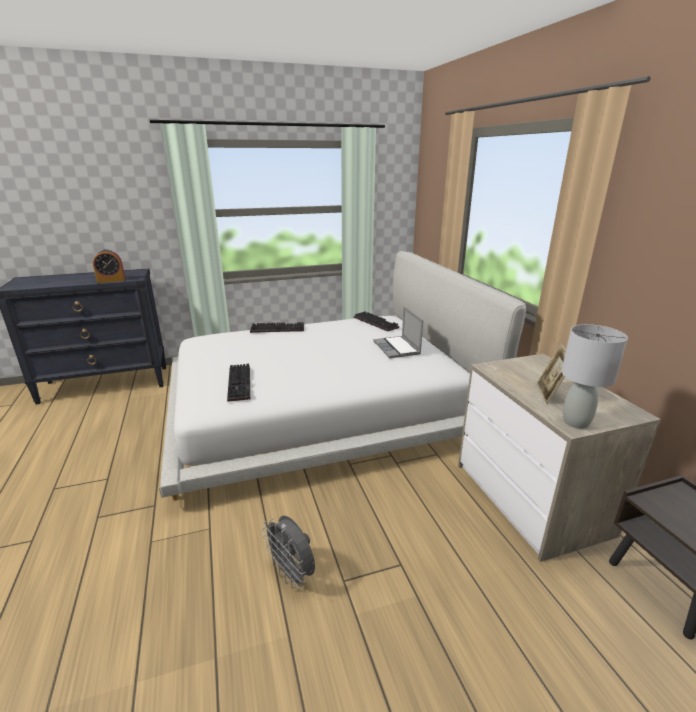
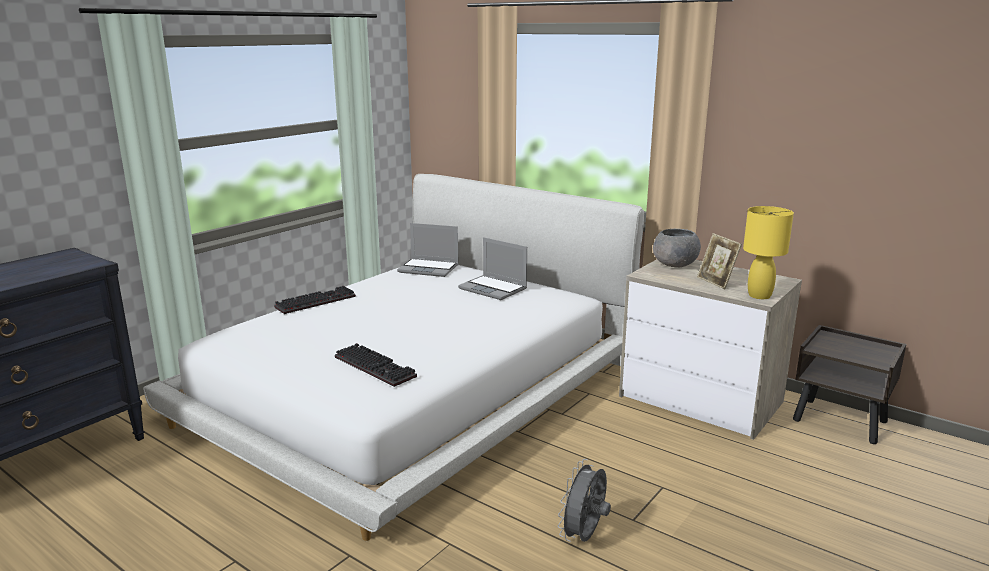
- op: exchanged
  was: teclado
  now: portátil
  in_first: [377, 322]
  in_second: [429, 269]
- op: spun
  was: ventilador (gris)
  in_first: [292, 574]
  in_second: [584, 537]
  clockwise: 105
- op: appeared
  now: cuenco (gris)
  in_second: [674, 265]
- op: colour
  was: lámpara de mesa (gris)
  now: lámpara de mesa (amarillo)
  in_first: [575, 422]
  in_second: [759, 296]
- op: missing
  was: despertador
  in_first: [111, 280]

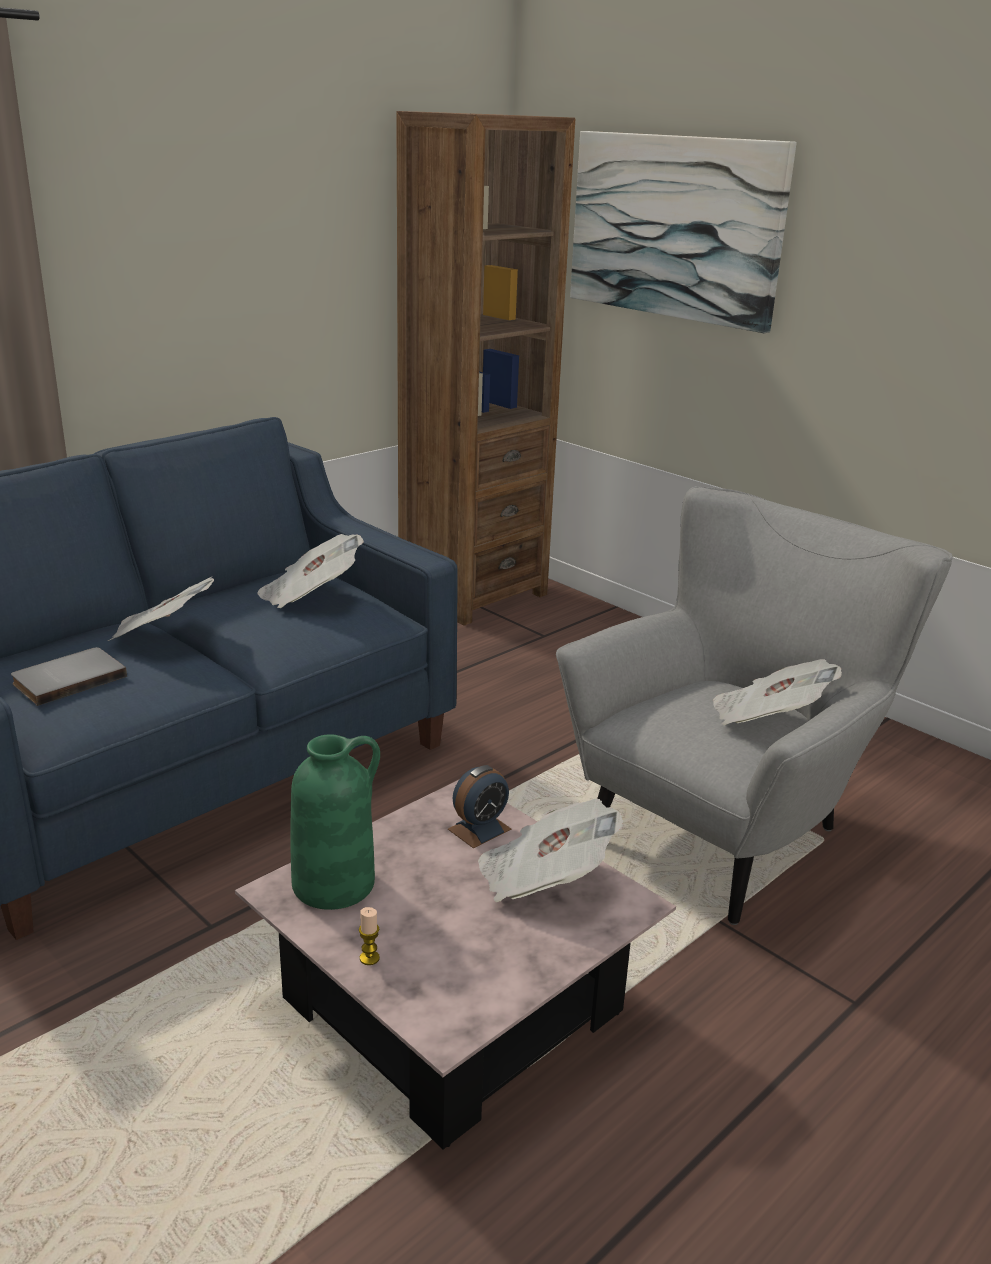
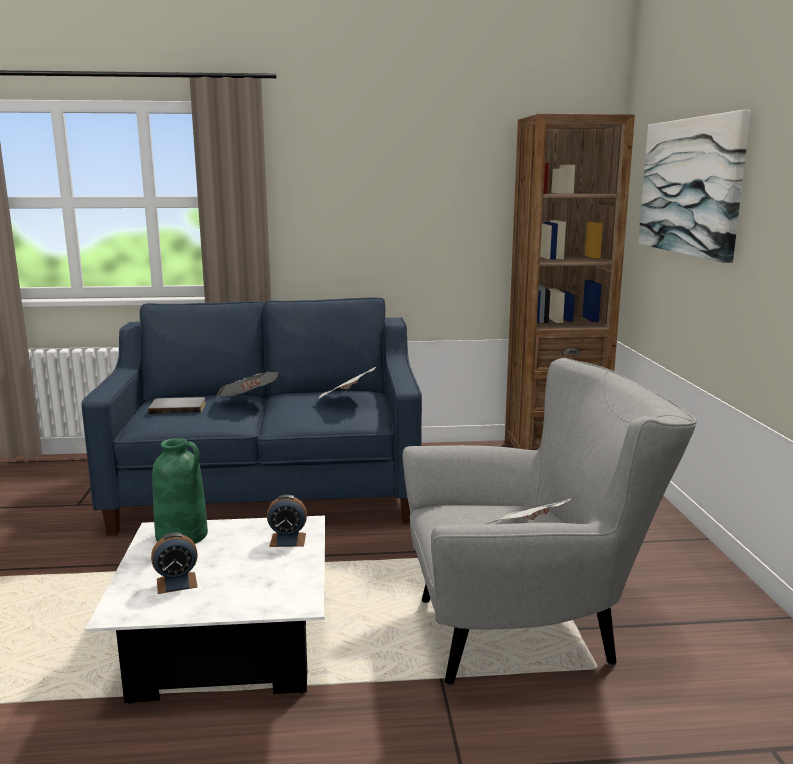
- op: colour
  was: mesa de centro (rosa)
  now: mesa de centro (blanco)
  in_first: [453, 1005]
  in_second: [227, 644]
- op: appeared
  now: despertador
  in_second: [176, 583]
- op: missing
  was: vela
  in_first: [369, 958]
- op: missing
  was: periódico
  in_first: [544, 879]

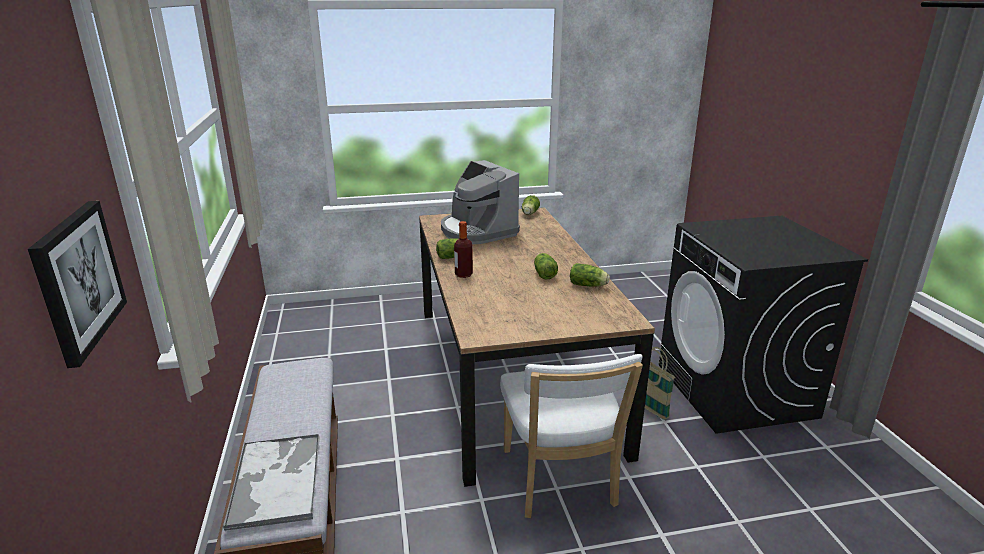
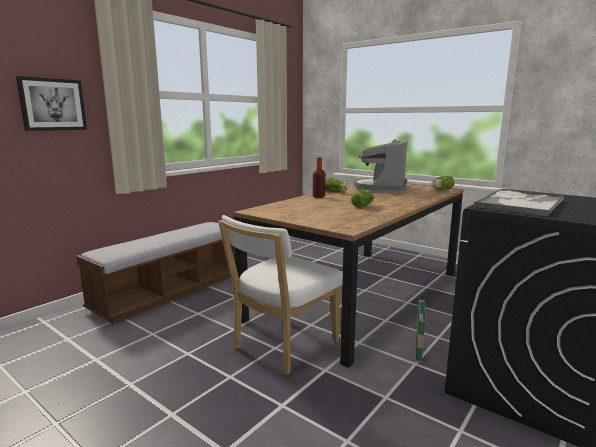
- op: relocated
  was: bandeja
  in_first: [276, 480]
  in_second: [520, 203]
- op: missing
  was: lechuga
  in_first: [589, 285]

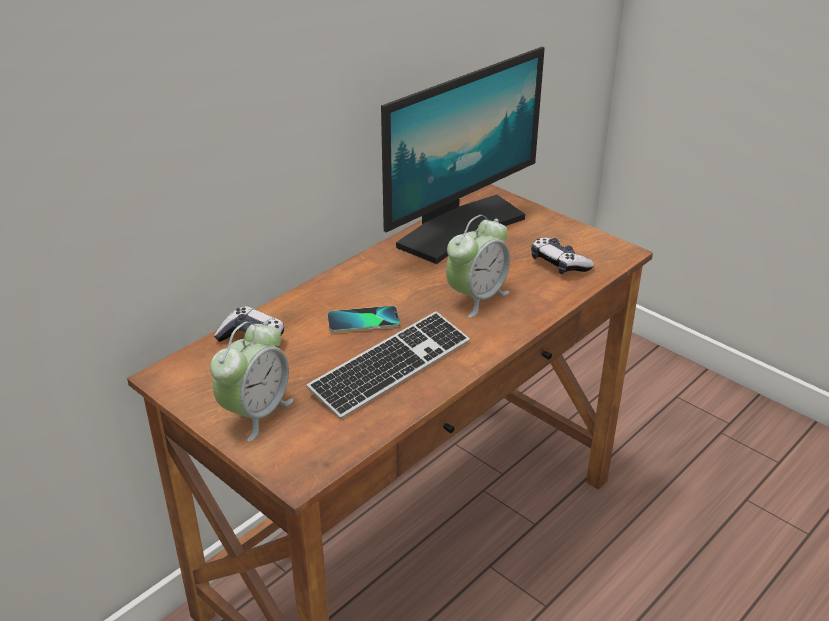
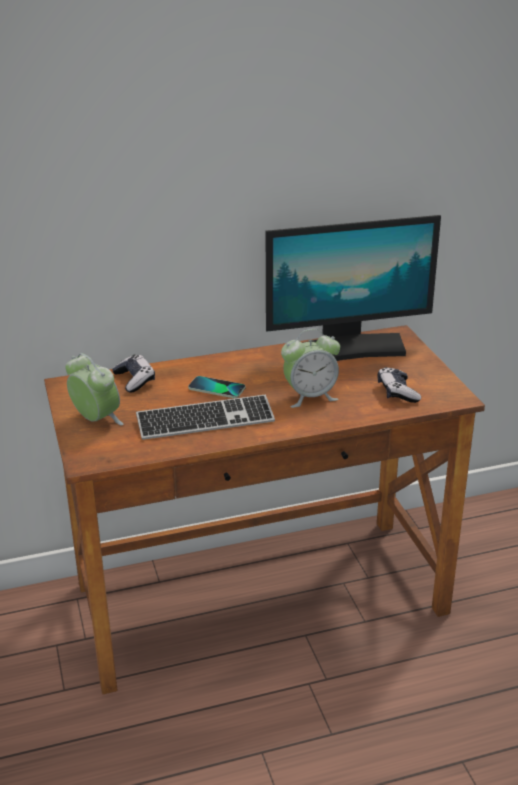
- op: spun
  was: despertador
  in_first: [256, 413]
  in_second: [96, 420]
  clockwise: -105

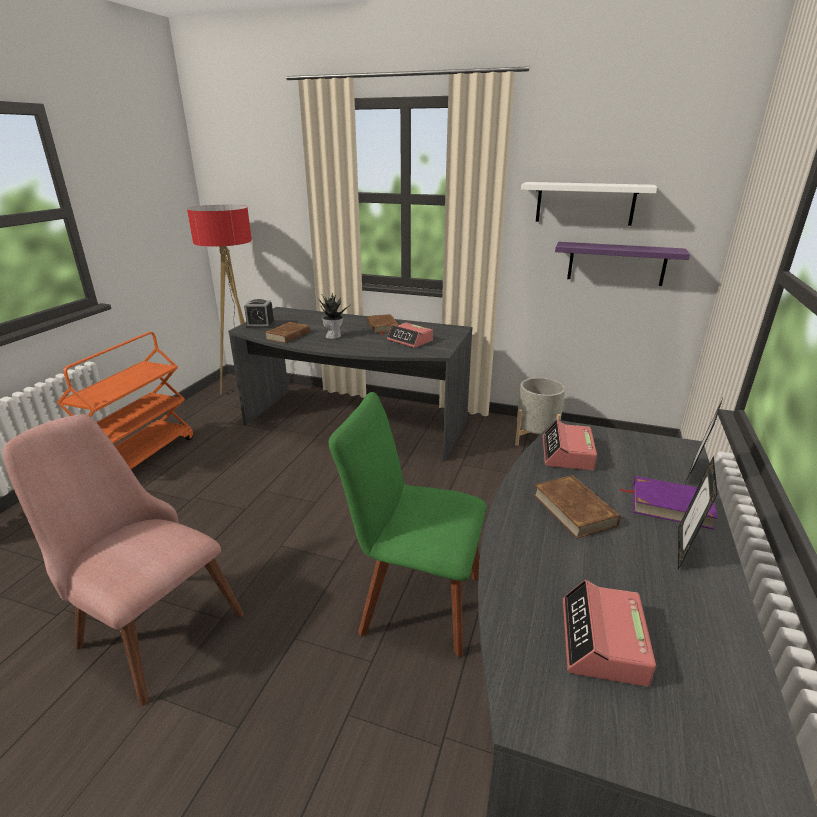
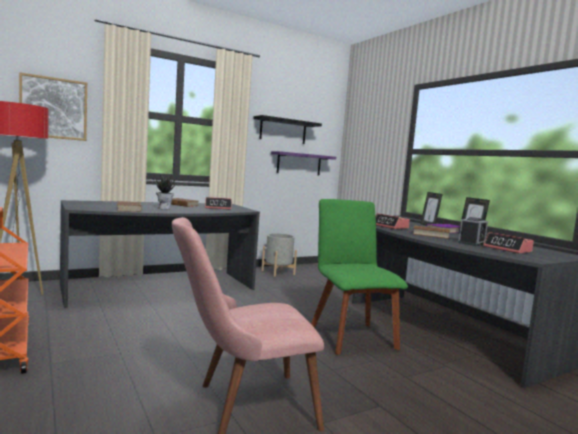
- op: appeared
  now: cuadro
  in_second: [54, 108]
- op: colour
  was: estante (blanco)
  now: estante (negro)
  in_first: [585, 203]
  in_second: [283, 131]
- op: spun
  was: silla (verde)
  in_first: [415, 601]
  in_second: [351, 336]
  clockwise: 105
- op: relocated
  was: despertador
  in_first: [260, 325]
  in_second: [471, 243]

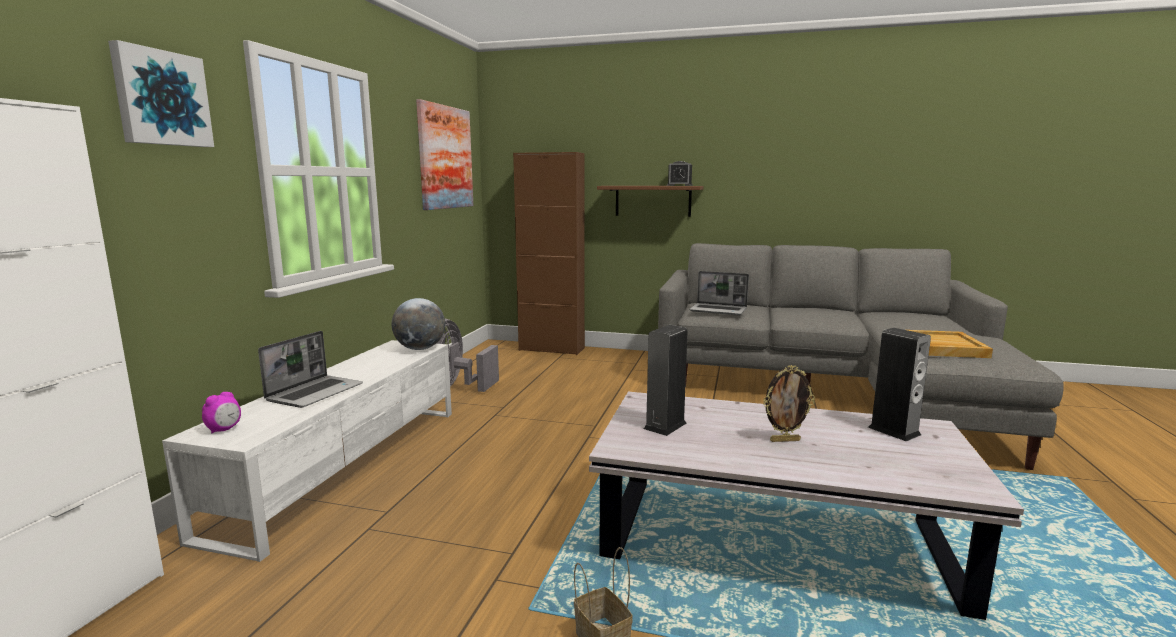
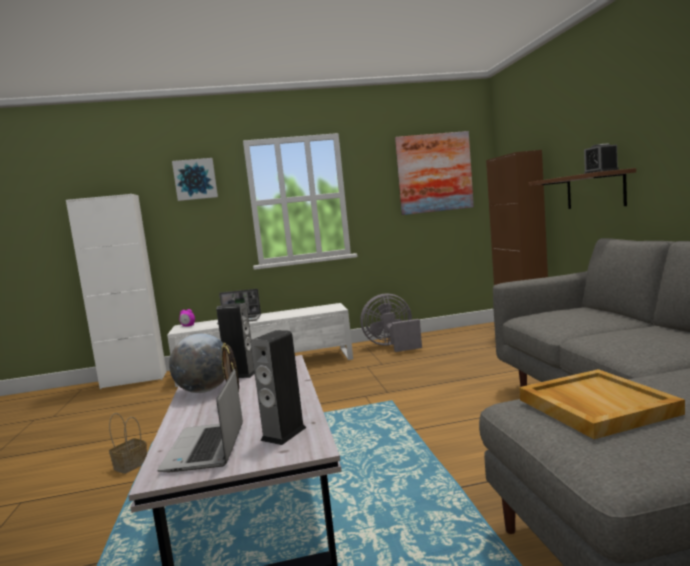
- op: relocated
  was: portátil
  in_first: [719, 310]
  in_second: [206, 448]
- op: relocated
  was: globo terráqueo
  in_first: [420, 349]
  in_second: [204, 391]

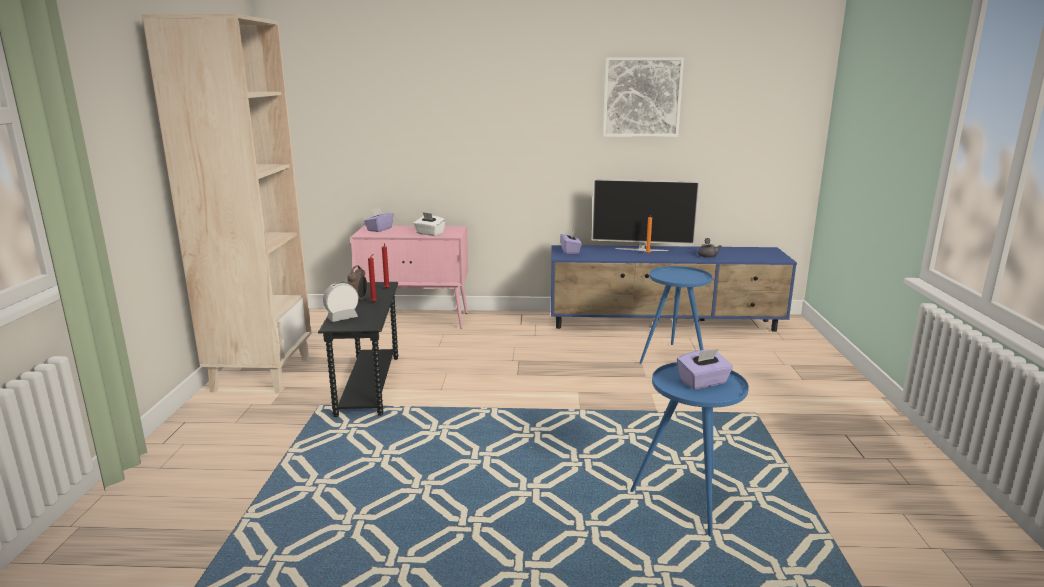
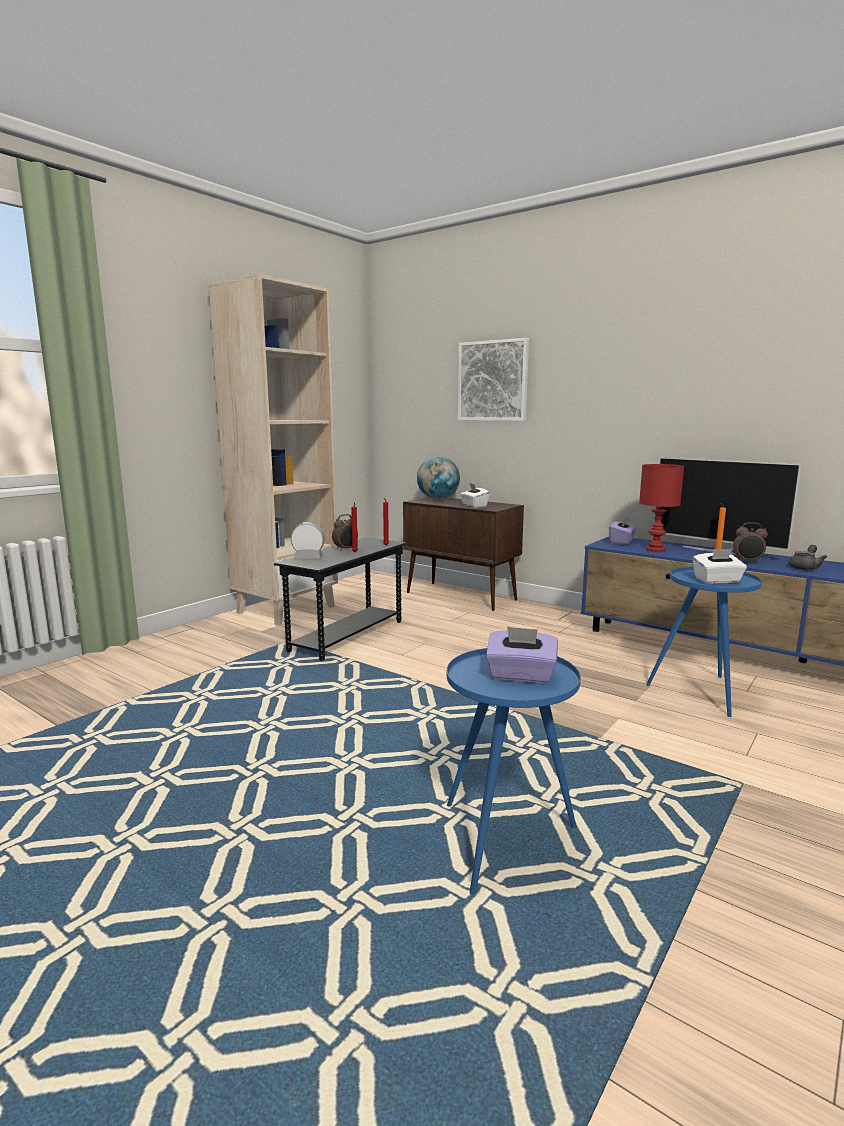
- op: colour
  was: armario (rosa)
  now: armario (marrón)
  in_first: [416, 319]
  in_second: [462, 596]
- op: exchanged
  was: caja de pañuelos (morado)
  now: globo terráqueo
  in_first: [379, 229]
  in_second: [438, 499]
- op: relocated
  was: cuadro
  in_first: [642, 97]
  in_second: [493, 381]
- op: appeared
  now: lámpara de mesa (rojo)
  in_second: [656, 550]
- op: appeared
  now: caja de pañuelos (blanco)
  in_second: [717, 581]
- op: appeared
  now: despertador
  in_second: [748, 562]

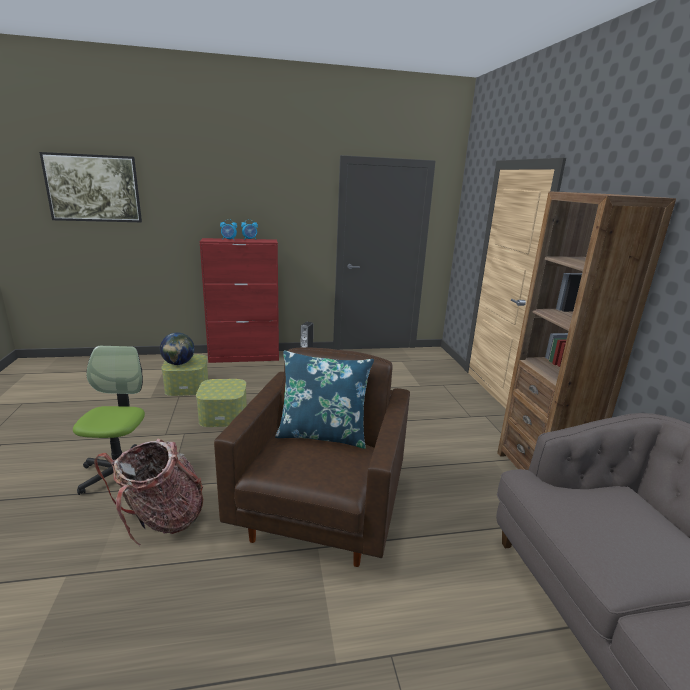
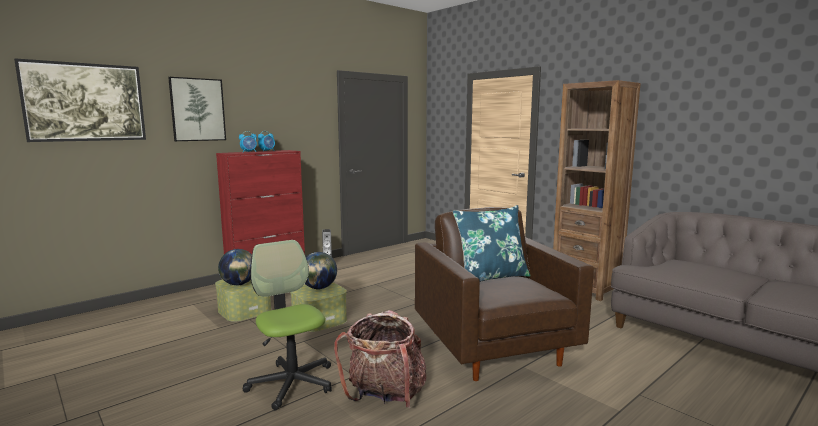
- op: appeared
  now: cuadro
  in_second: [197, 109]
- op: appeared
  now: globo terráqueo
  in_second: [319, 288]

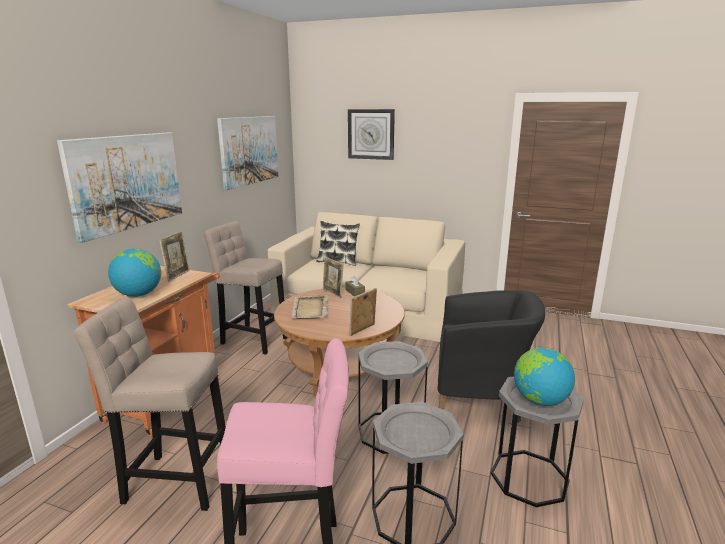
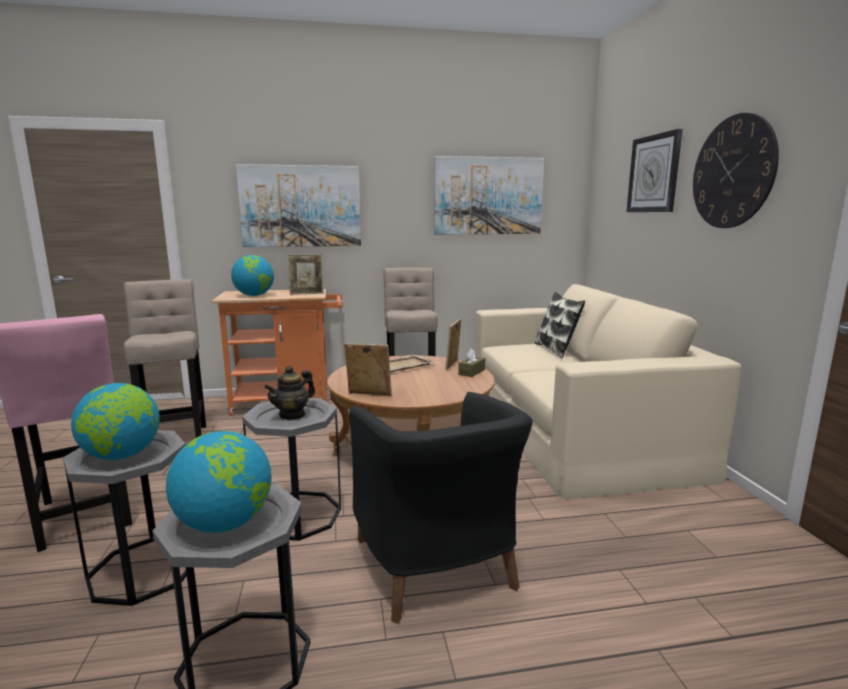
- op: appeared
  now: globo terráqueo
  in_second: [122, 456]
- op: appeared
  now: tetera
  in_second: [292, 415]
- op: appeared
  now: reloj de pared
  in_second: [733, 172]

